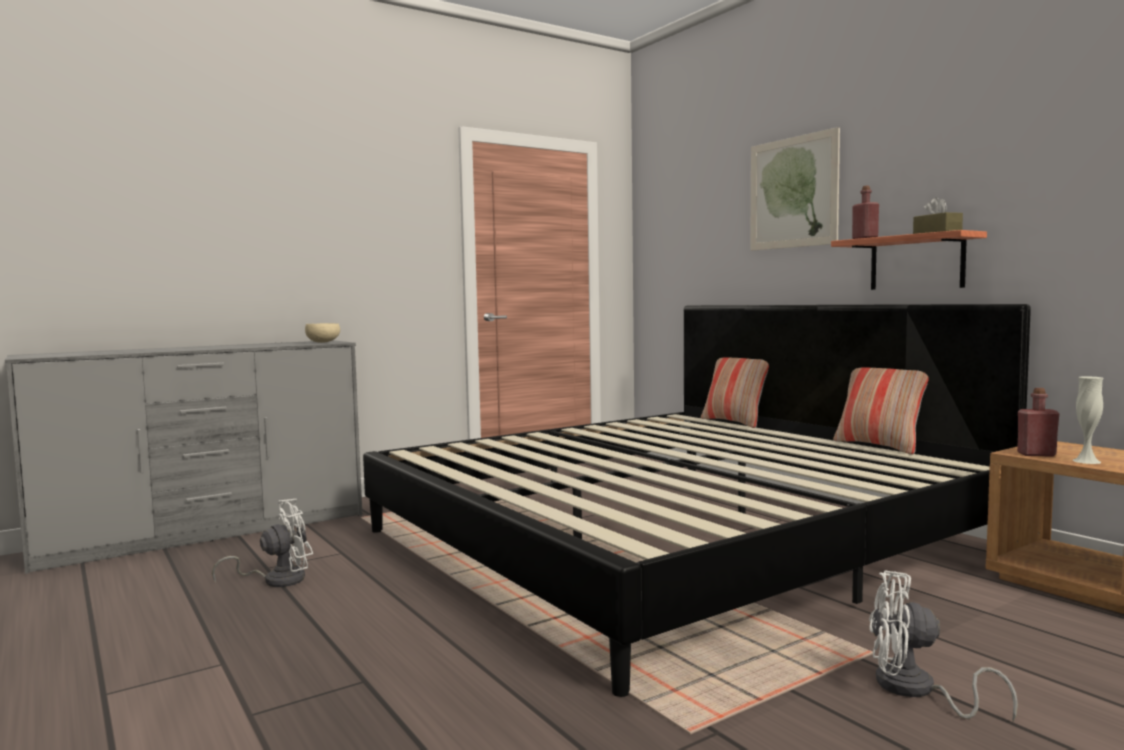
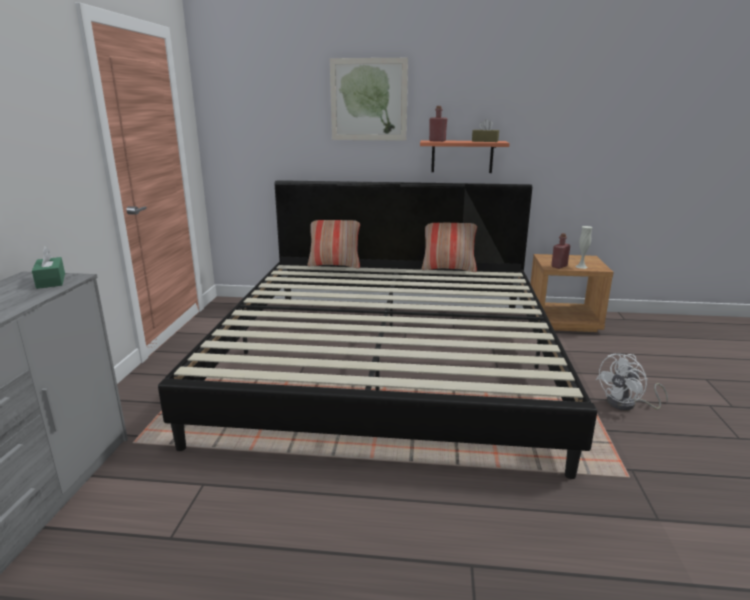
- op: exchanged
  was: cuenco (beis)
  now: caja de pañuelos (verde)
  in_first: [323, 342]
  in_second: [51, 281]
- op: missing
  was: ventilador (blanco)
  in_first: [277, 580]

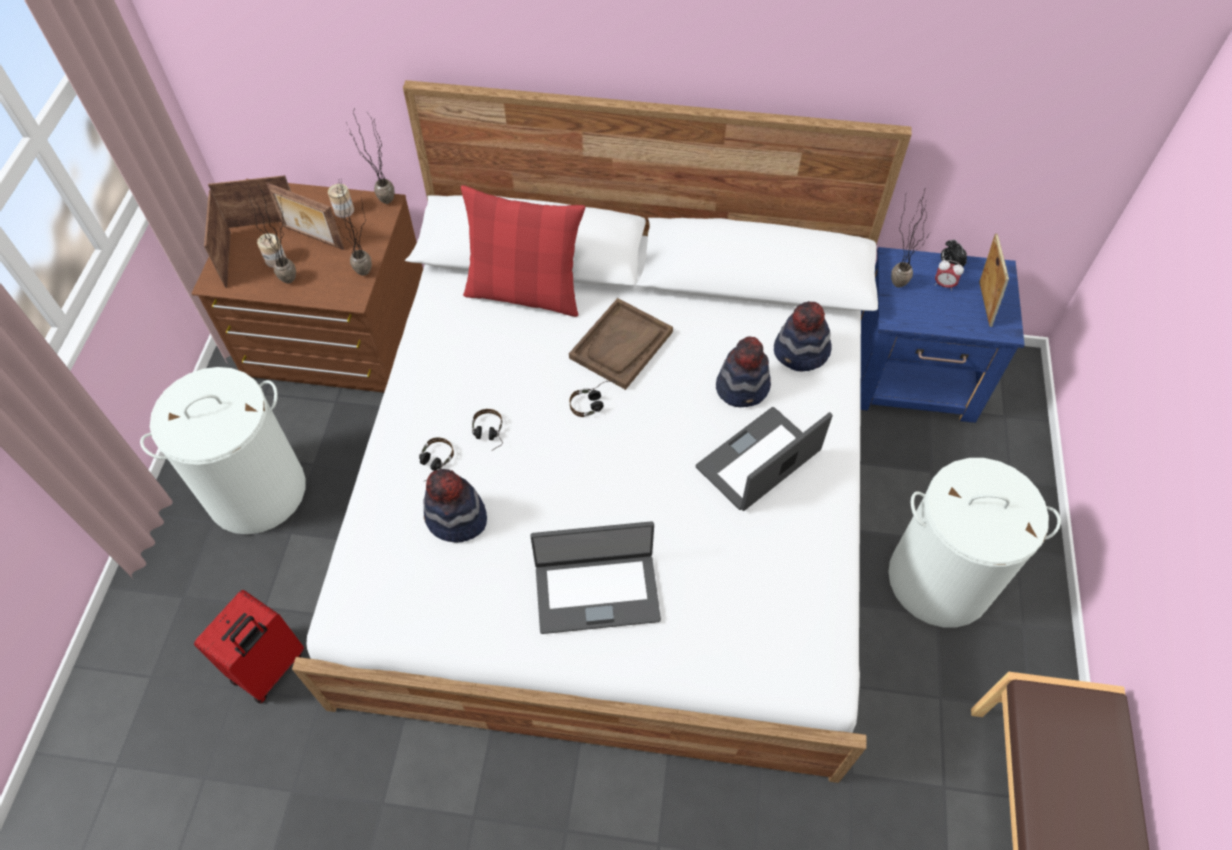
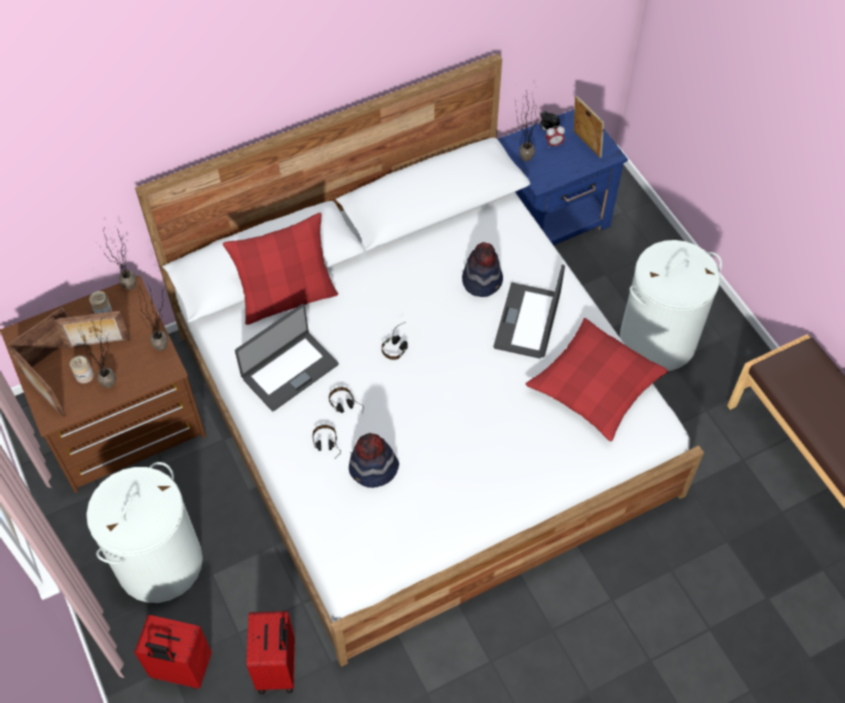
- op: appeared
  now: maleta (rojo)
  in_second: [181, 669]
- op: relocated
  was: portátil
  in_first: [597, 591]
  in_second: [289, 370]
- op: appeared
  now: cojín (rojo)
  in_second: [595, 386]
- op: missing
  was: bandeja (marrón)
  in_first: [621, 345]
- op: missing
  was: sombrero
  in_first: [801, 353]

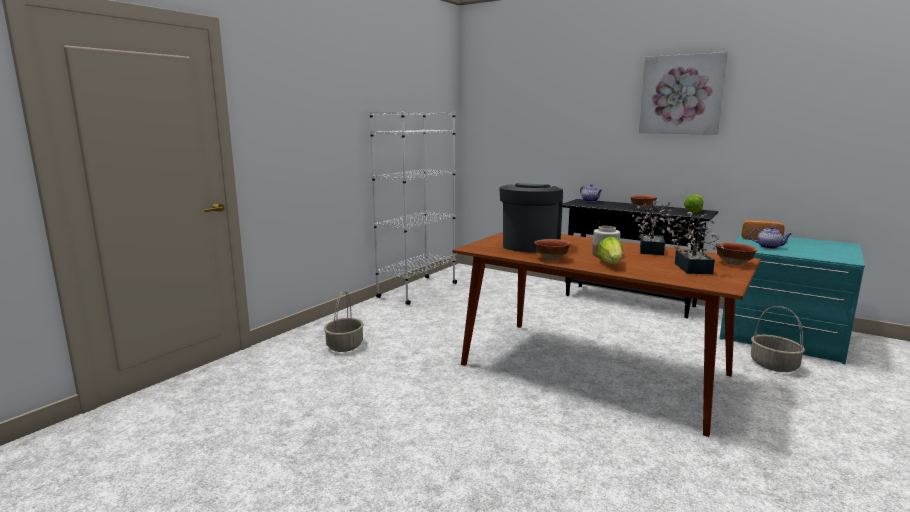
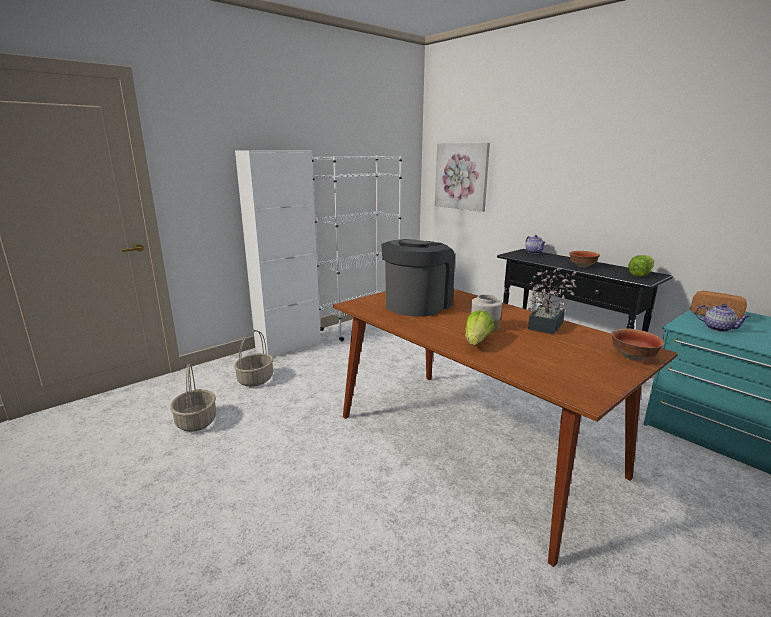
- op: relocated
  was: cesta
  in_first: [773, 365]
  in_second: [196, 421]
- op: appeared
  now: armario (blanco)
  in_second: [288, 345]
- op: relocated
  was: cuadro
  in_first: [681, 95]
  in_second: [462, 176]
- op: missing
  was: cuenco
  in_first: [550, 259]
- op: missing
  was: planta en maceta
  in_first: [691, 267]

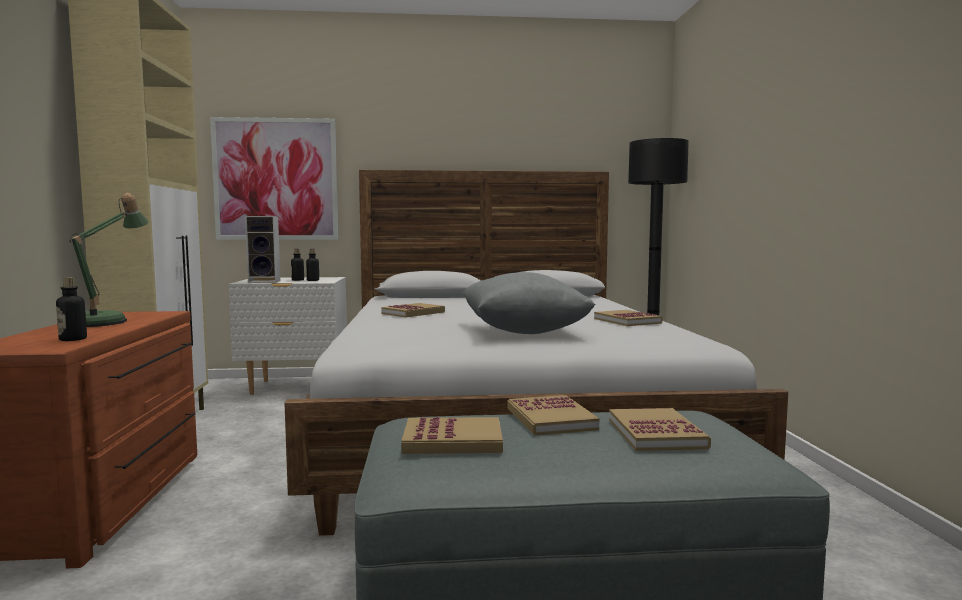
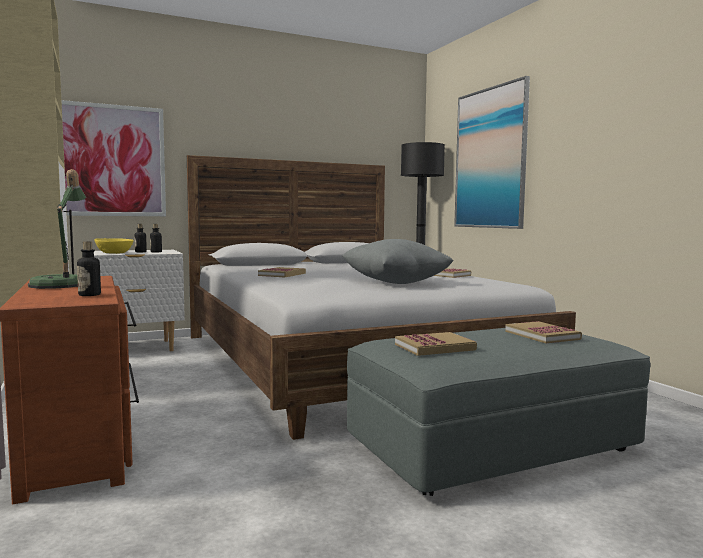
- op: exchanged
  was: altavoz
  now: cuenco (amarillo)
  in_first: [266, 281]
  in_second: [114, 253]
- op: appeared
  now: cuadro
  in_second: [490, 158]
- op: missing
  was: libro
  in_first: [550, 419]

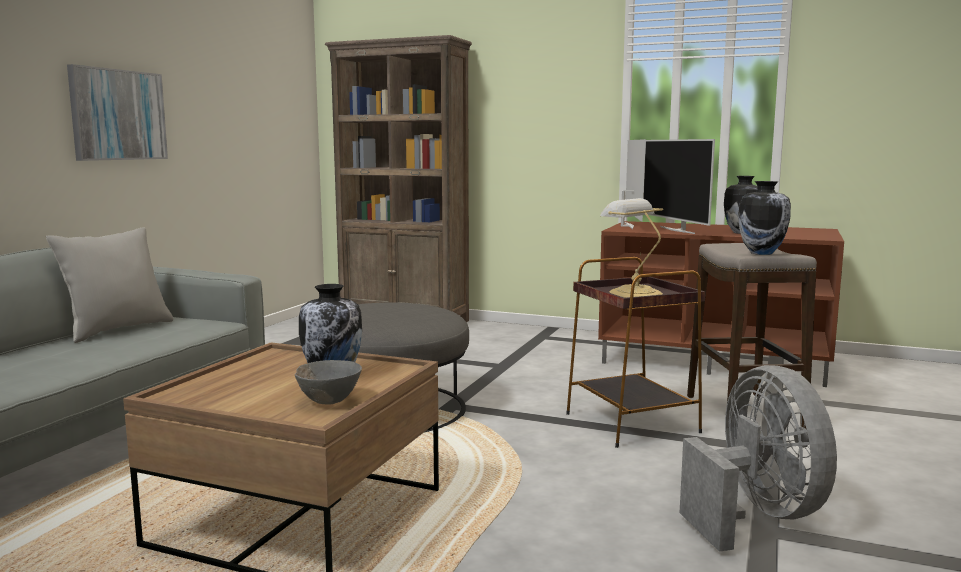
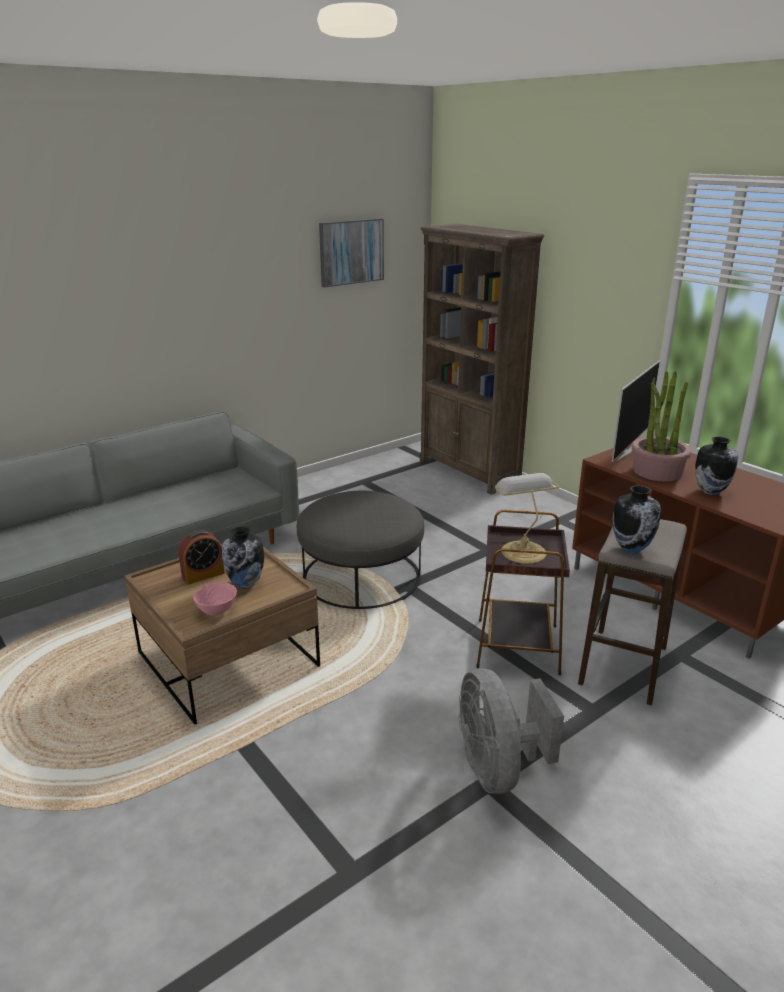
- op: appeared
  now: despertador
  in_second: [203, 575]
- op: colour
  was: cuenco (gris)
  now: cuenco (rosa)
  in_first: [328, 401]
  in_second: [216, 611]
- op: relocated
  was: cuadro
  in_first: [118, 115]
  in_second: [351, 252]
- op: spun
  was: ventilador (gris)
  in_first: [756, 515]
  in_second: [498, 768]
  clockwise: 150
- op: exchanged
  was: televisor
  now: planta en maceta
  in_first: [678, 230]
  in_second: [657, 472]
- op: missing
  was: cojín (gris)
  in_first: [117, 330]

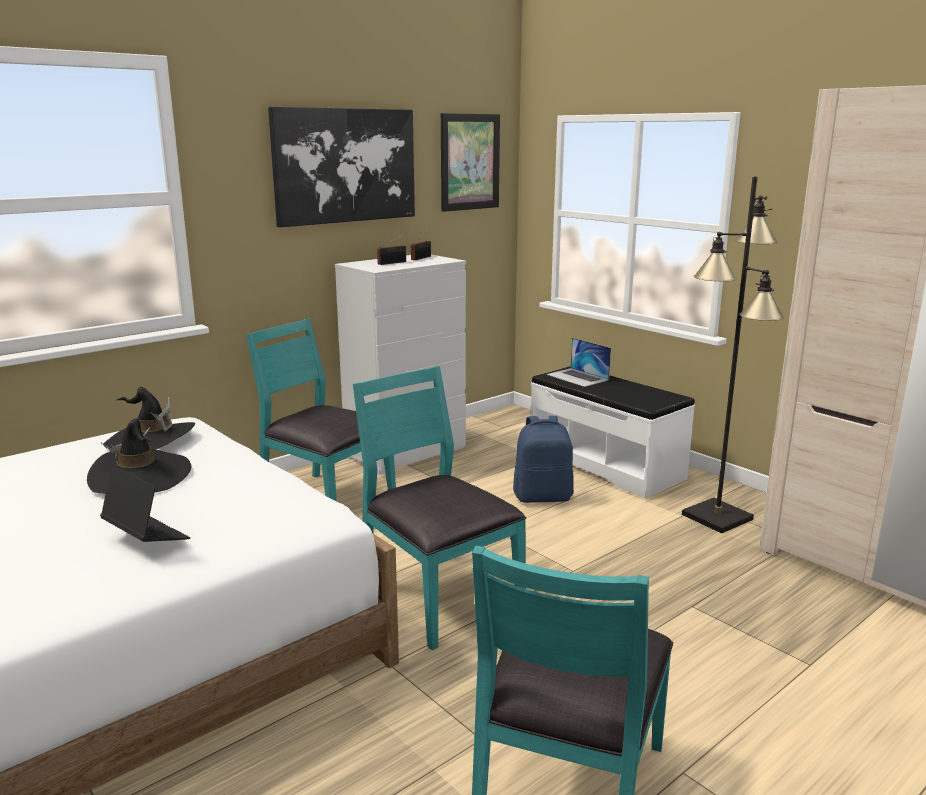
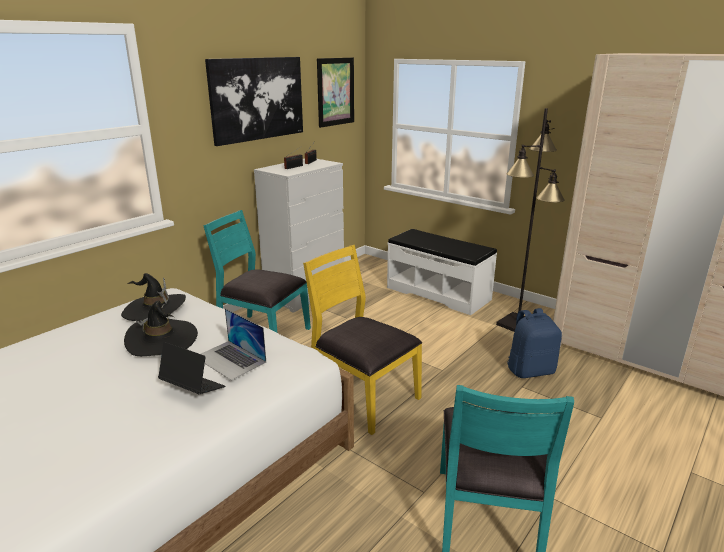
- op: relocated
  was: portátil
  in_first: [577, 377]
  in_second: [230, 359]
- op: colour
  was: silla (turquesa)
  now: silla (amarillo)
  in_first: [437, 595]
  in_second: [362, 396]
- op: relocated
  was: mochila (azul)
  in_first: [543, 497]
  in_second: [530, 370]

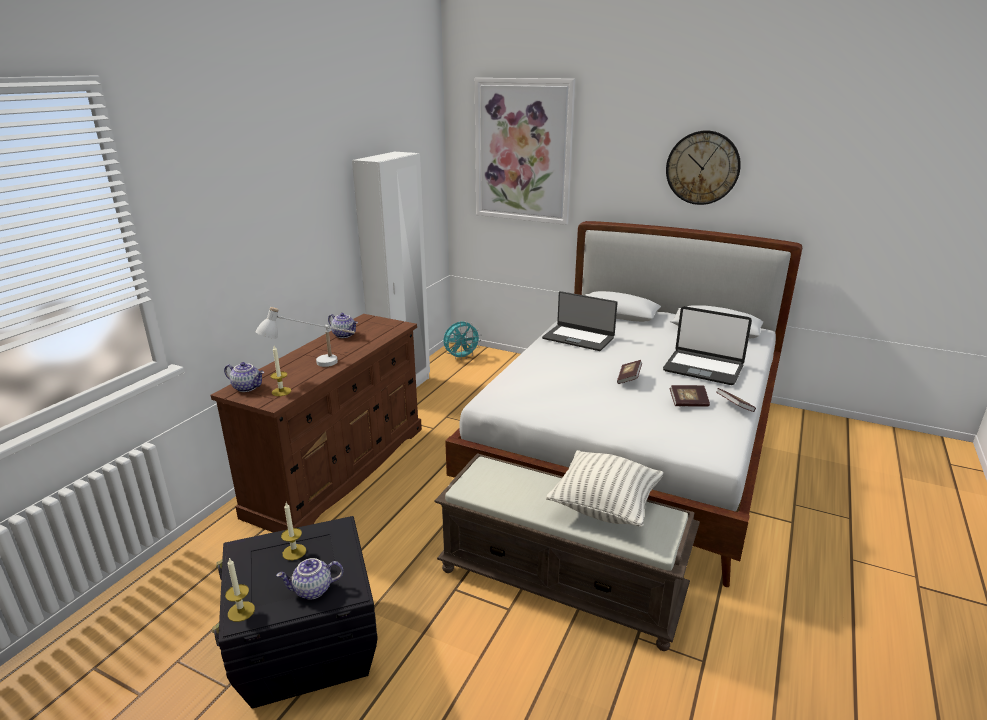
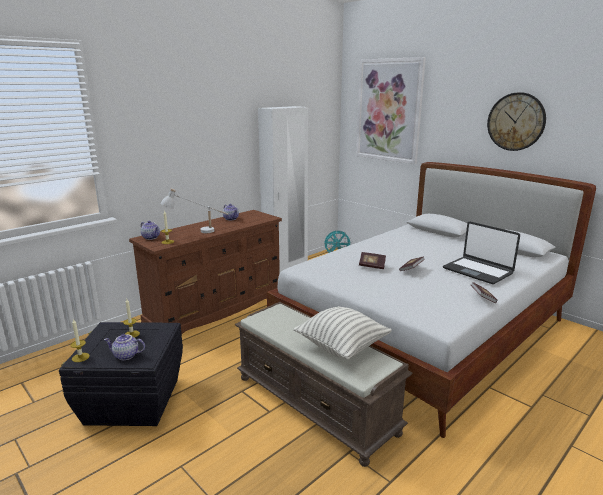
- op: relocated
  was: libro
  in_first: [688, 403]
  in_second: [372, 266]
- op: missing
  was: portátil
  in_first: [578, 338]

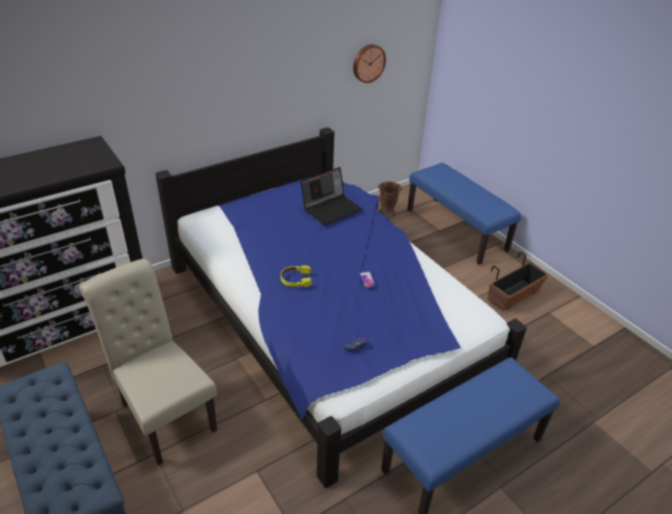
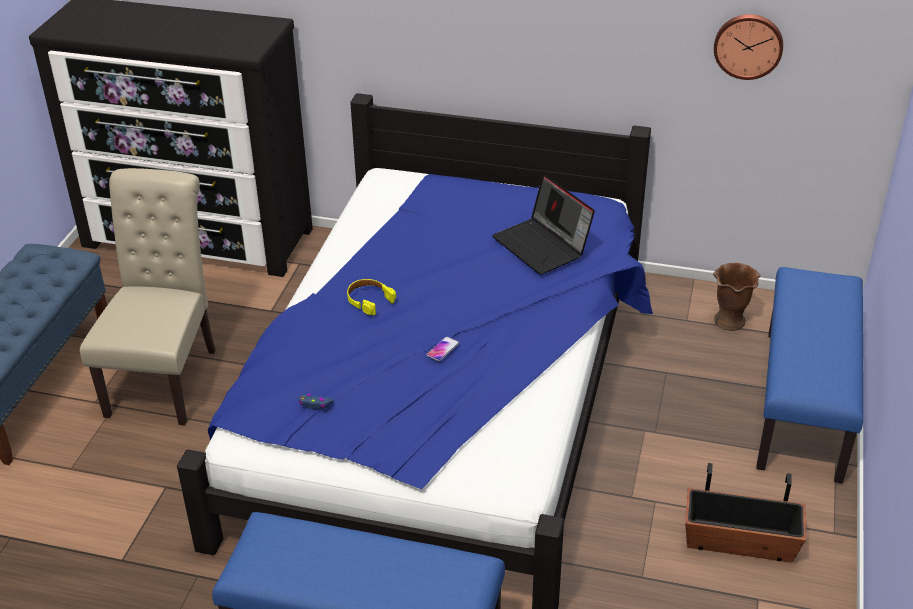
- op: spun
  was: portátil
  in_first: [331, 208]
  in_second: [543, 246]
  clockwise: 45

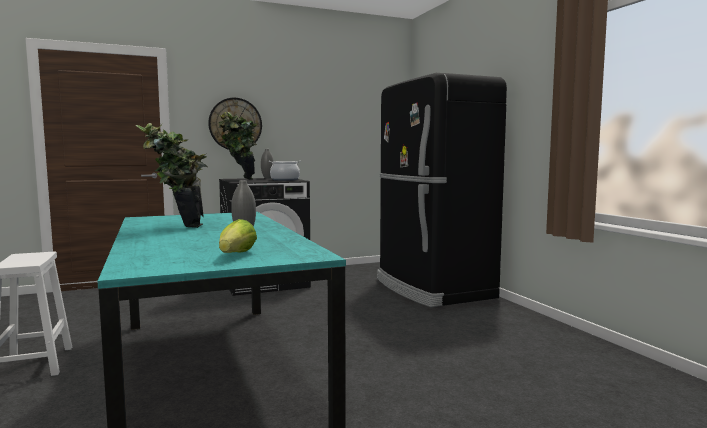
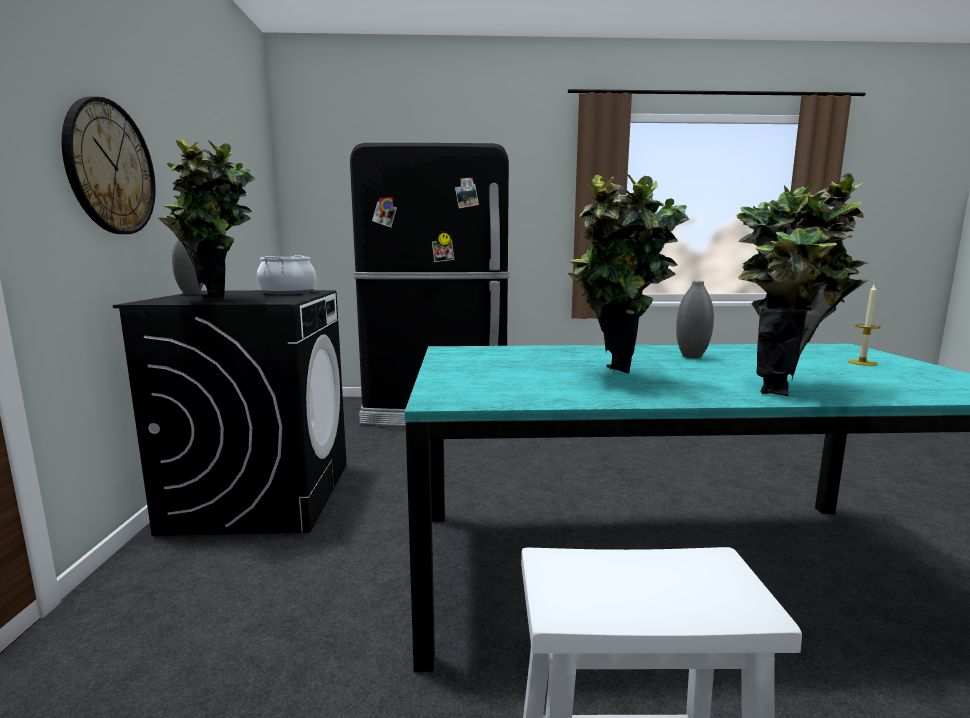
- op: appeared
  now: planta en maceta
  in_second: [785, 386]
- op: exchanged
  was: lechuga
  now: vela
  in_first: [237, 255]
  in_second: [862, 363]

